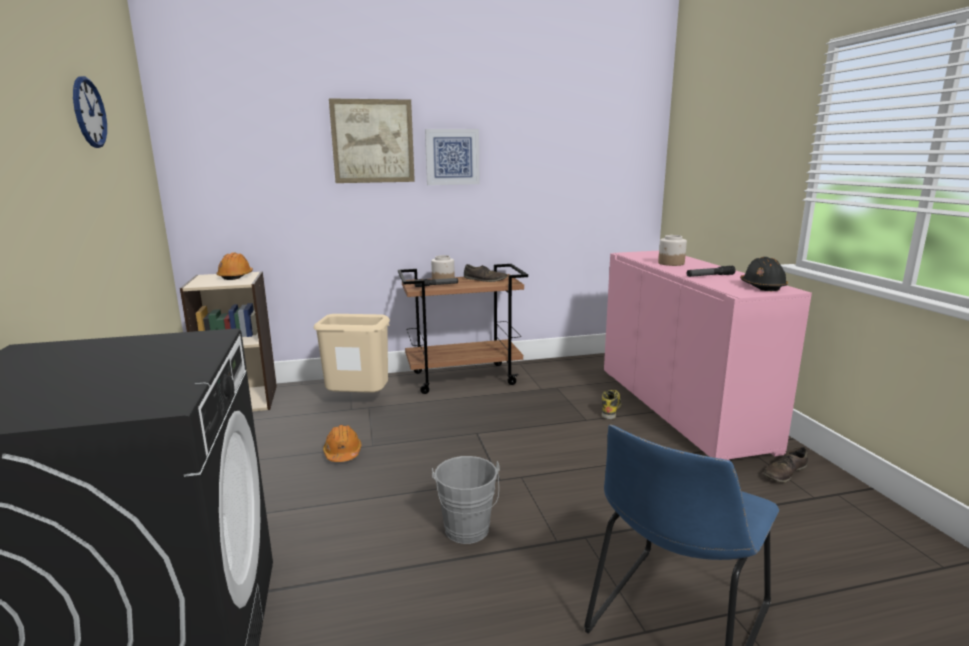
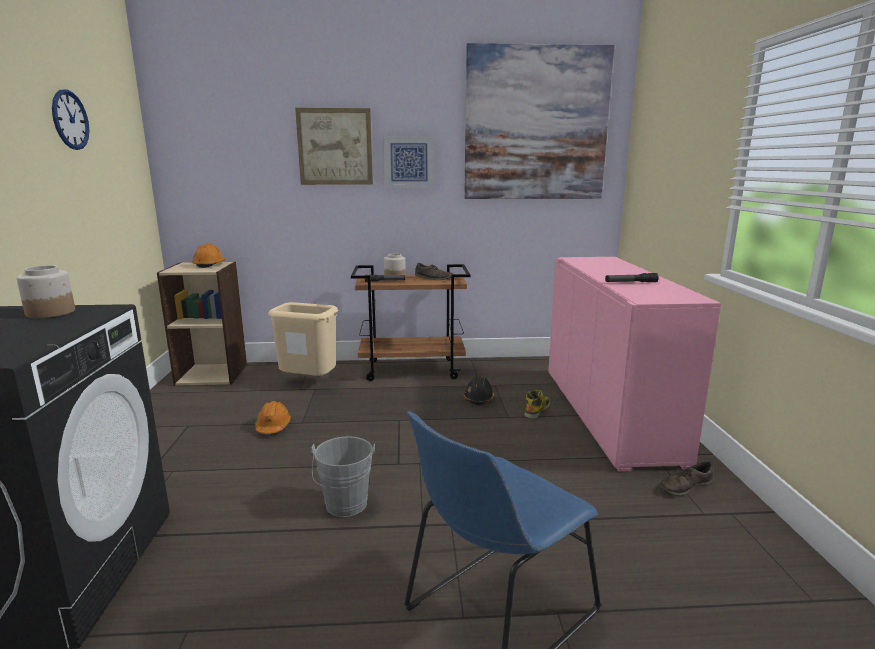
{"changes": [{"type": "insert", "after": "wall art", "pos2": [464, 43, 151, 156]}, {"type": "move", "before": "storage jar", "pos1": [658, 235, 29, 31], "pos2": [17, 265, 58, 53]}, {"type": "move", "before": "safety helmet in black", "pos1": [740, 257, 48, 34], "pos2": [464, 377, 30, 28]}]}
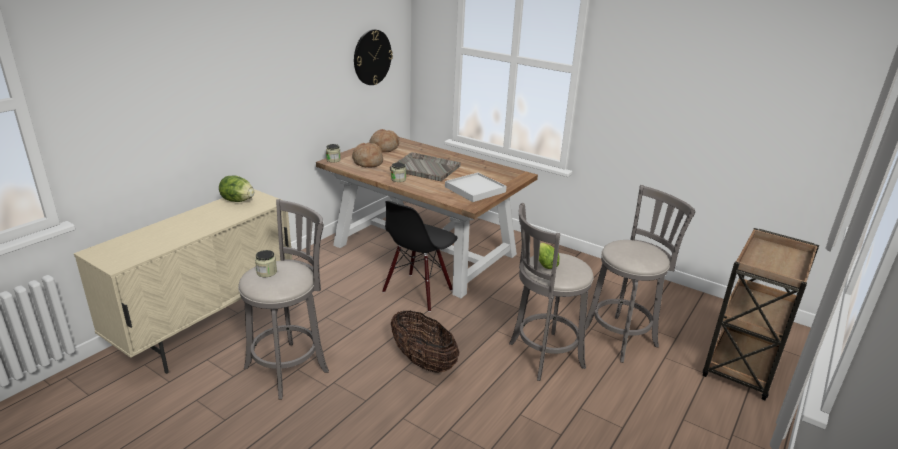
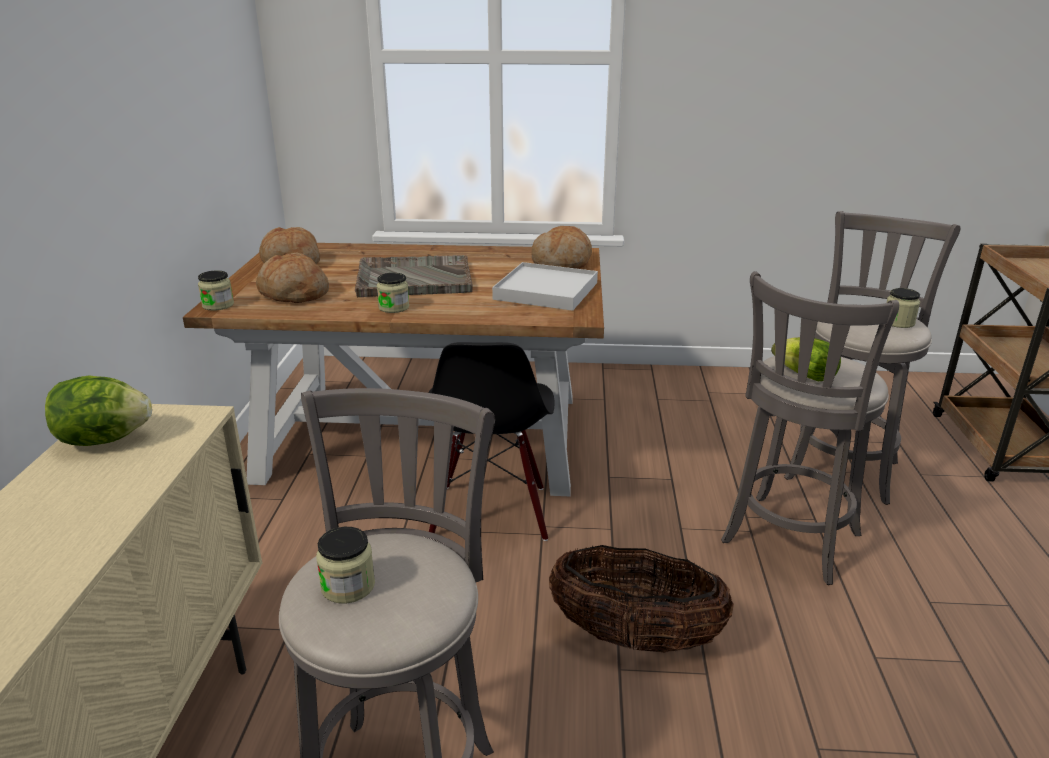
{"changes": [{"type": "delete", "before": "wall clock", "pos1": [354, 29, 39, 56]}, {"type": "insert", "after": "bakery bread", "pos2": [531, 226, 61, 43]}, {"type": "insert", "after": "storage jar", "pos2": [887, 288, 33, 40]}]}
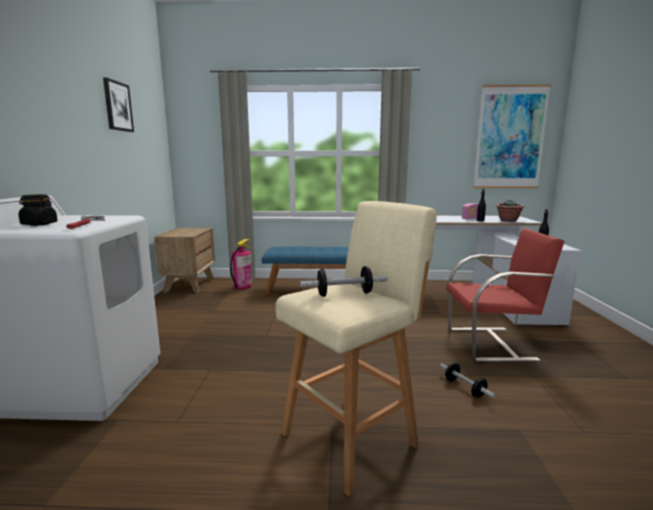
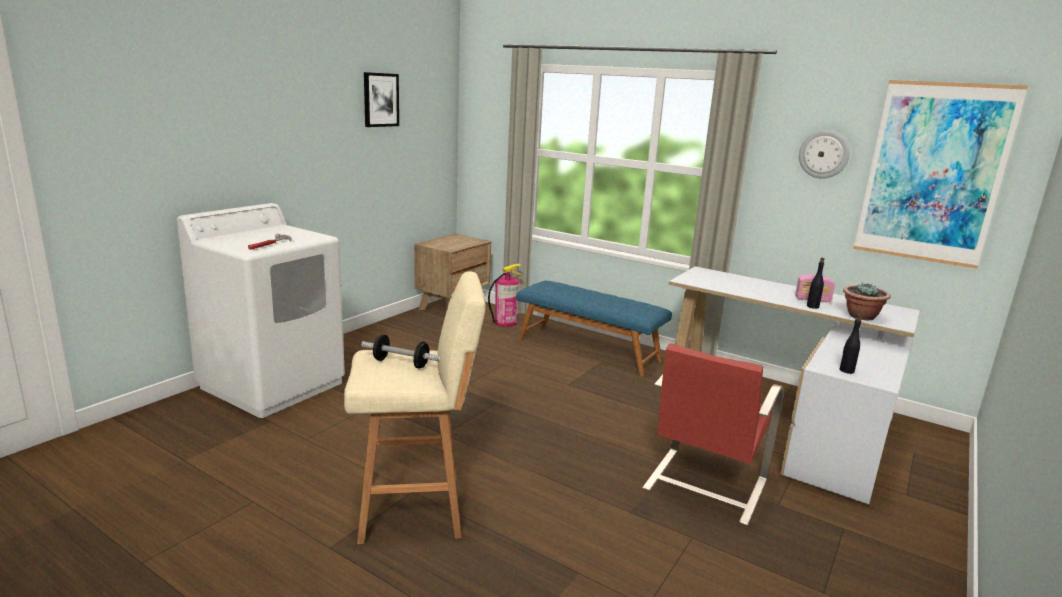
{"changes": [{"type": "delete", "before": "storage jar in black", "pos1": [18, 194, 40, 32]}, {"type": "delete", "before": "hand weight", "pos1": [440, 363, 55, 35]}, {"type": "insert", "after": "wall clock", "pos2": [799, 130, 51, 49]}, {"type": "rotate", "before": "upright chair in red", "pos1": [446, 228, 119, 134], "pos2": [642, 344, 142, 182], "turn": 90}]}
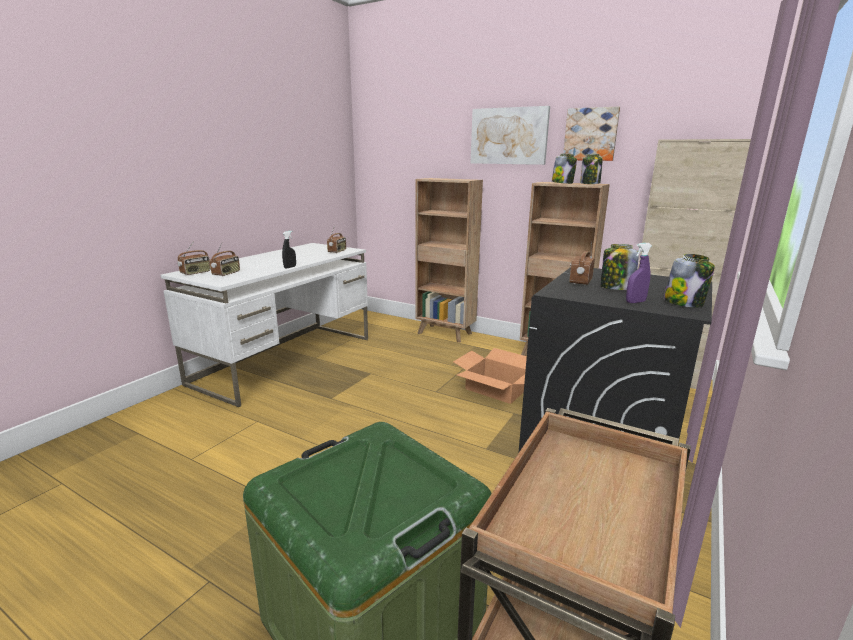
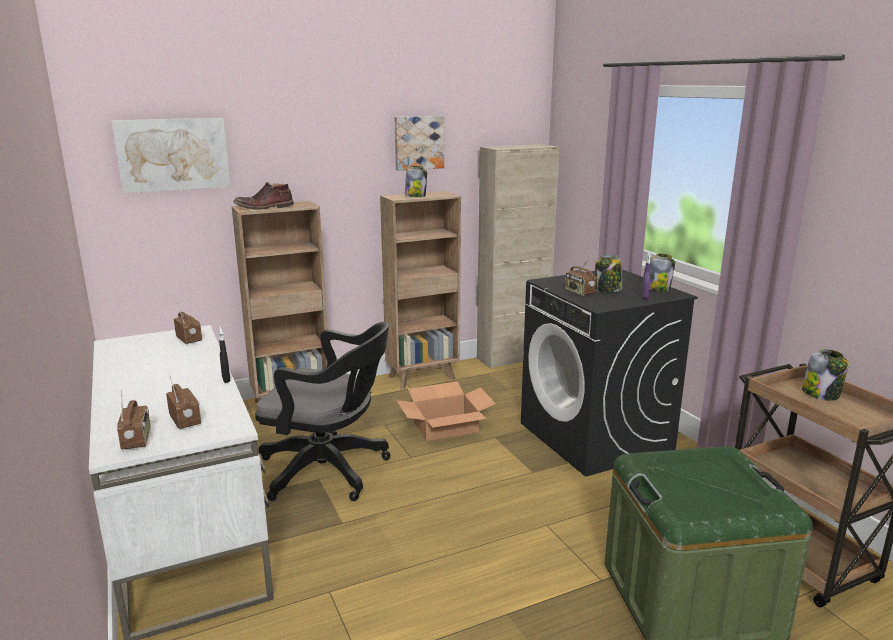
{"changes": [{"type": "insert", "after": "boot in brown", "pos2": [233, 182, 61, 28]}, {"type": "insert", "after": "computer chair in black", "pos2": [255, 322, 136, 179]}, {"type": "move", "before": "wall art", "pos1": [471, 106, 79, 59], "pos2": [112, 118, 119, 75]}, {"type": "move", "before": "storage jar", "pos1": [580, 154, 22, 30], "pos2": [802, 349, 47, 52]}]}
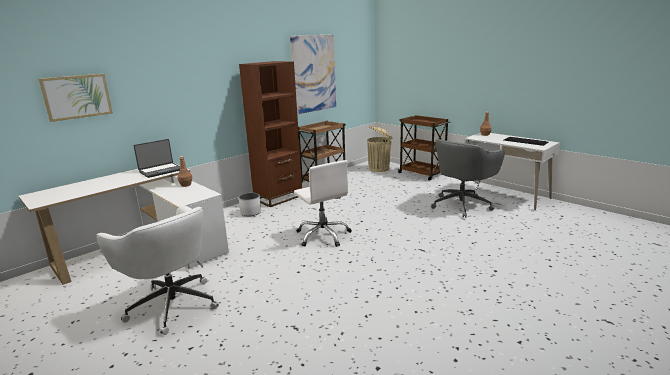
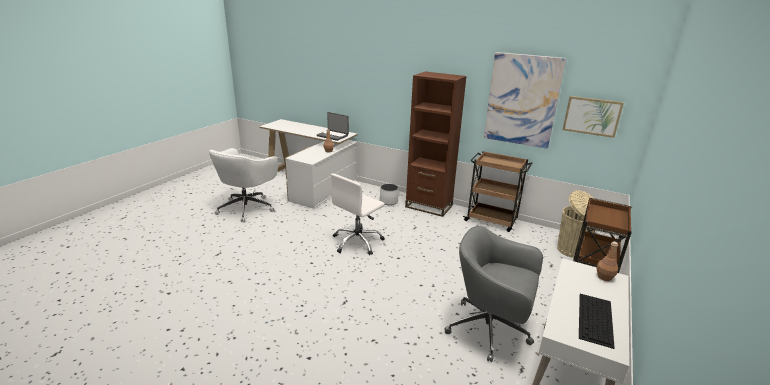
{"changes": [{"type": "move", "before": "wall art", "pos1": [39, 74, 74, 48], "pos2": [563, 96, 61, 42]}]}
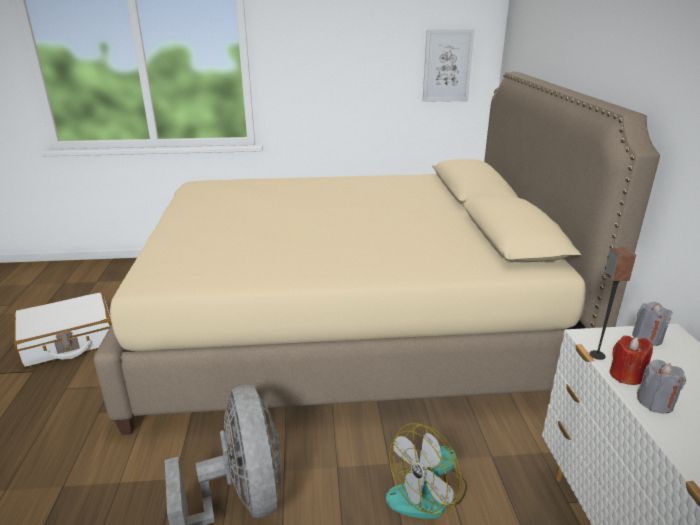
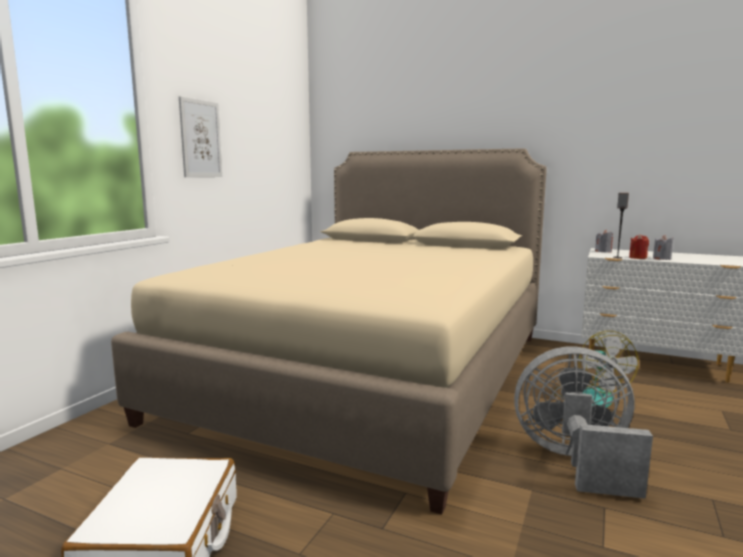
{"changes": [{"type": "move", "before": "wall art", "pos1": [423, 29, 52, 73], "pos2": [179, 96, 43, 81]}]}
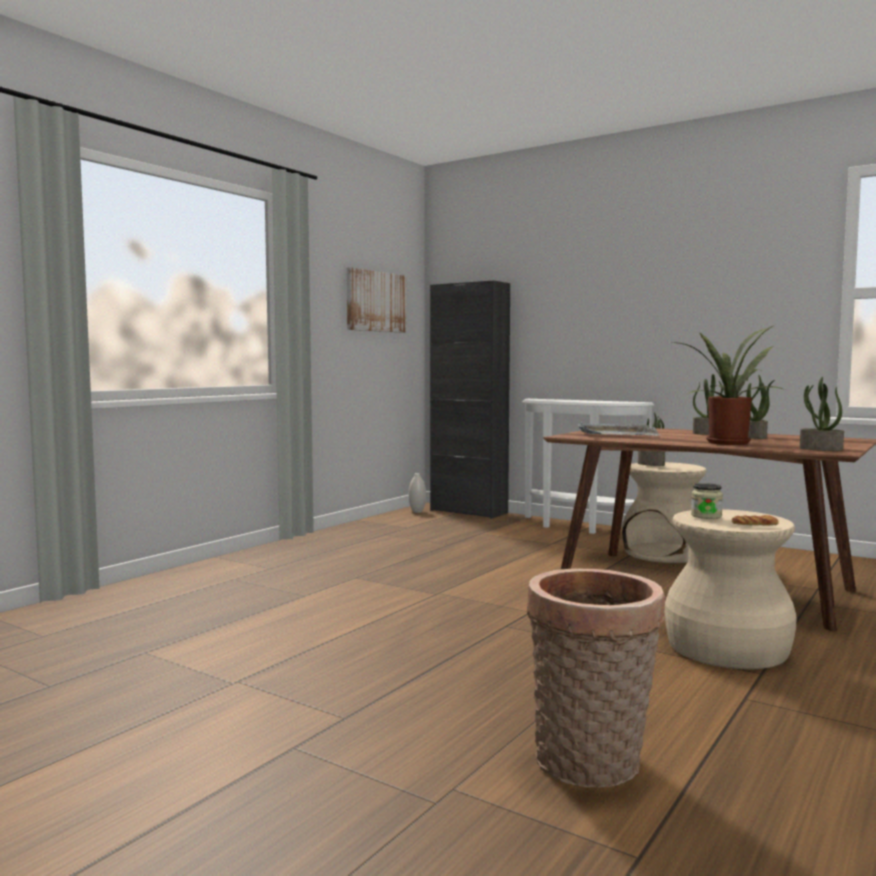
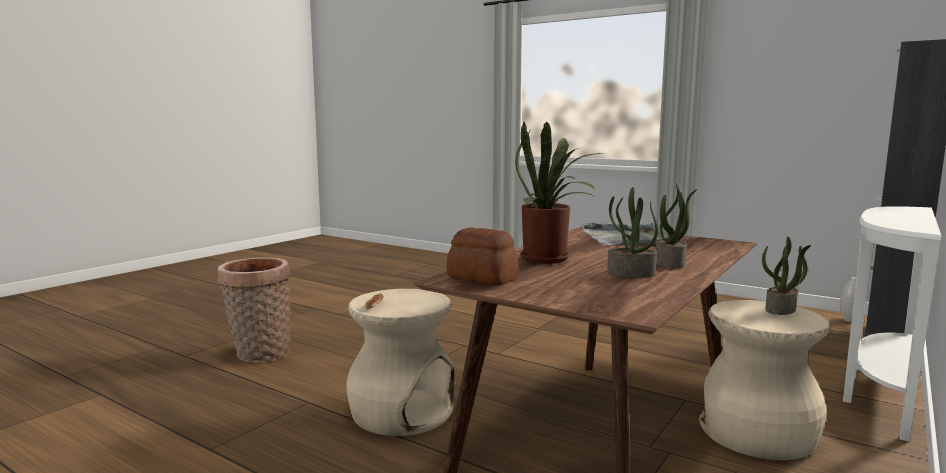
{"changes": [{"type": "delete", "before": "wall art", "pos1": [347, 267, 59, 66]}, {"type": "delete", "before": "storage jar", "pos1": [691, 483, 32, 36]}, {"type": "replace", "before": "potted plant", "after": "bakery bread", "pos1": [800, 377, 44, 74], "pos2": [446, 227, 73, 58]}]}
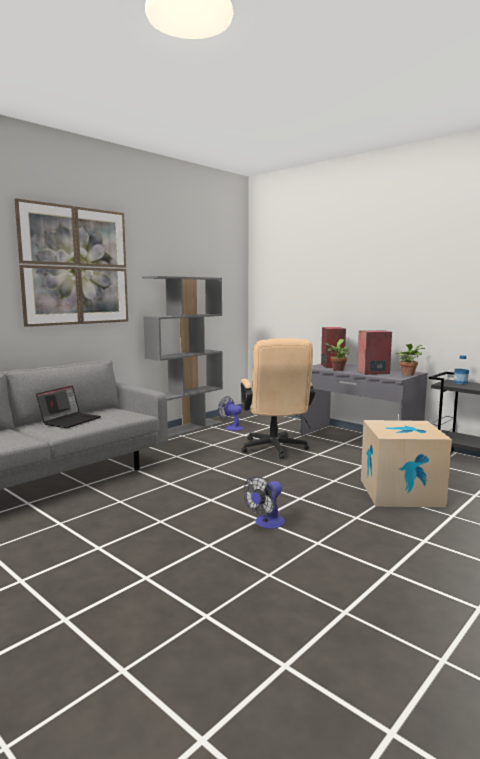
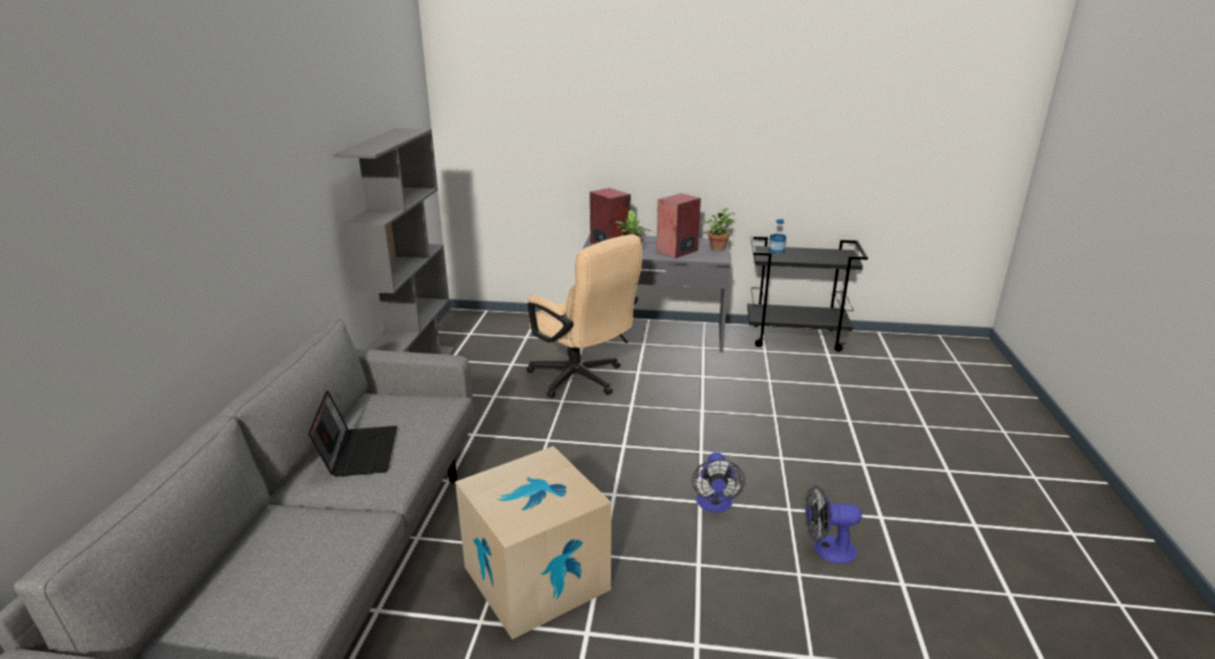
{"changes": [{"type": "delete", "before": "wall art", "pos1": [14, 198, 114, 129]}, {"type": "move", "before": "electric fan", "pos1": [218, 396, 25, 35], "pos2": [806, 485, 56, 79]}, {"type": "move", "before": "carton", "pos1": [361, 420, 91, 87], "pos2": [455, 446, 156, 194]}]}
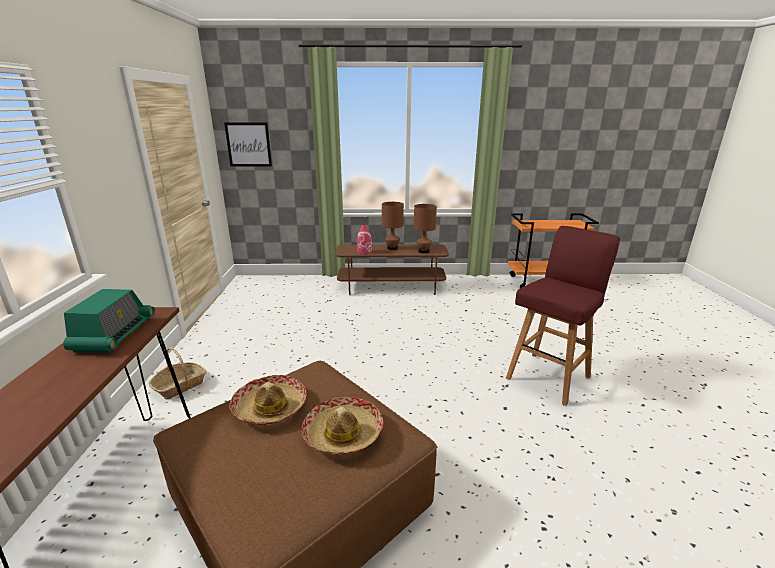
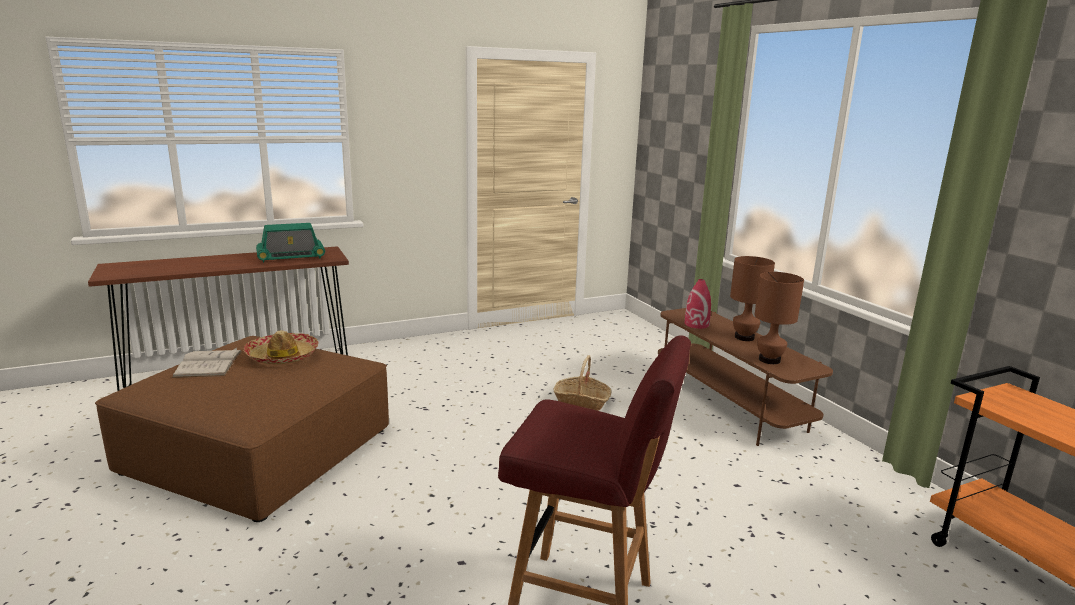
{"changes": [{"type": "delete", "before": "wall art", "pos1": [224, 122, 48, 45]}, {"type": "delete", "before": "hat", "pos1": [302, 397, 81, 58]}, {"type": "insert", "after": "volume in white-coloured", "pos2": [172, 348, 70, 30]}, {"type": "move", "before": "basket", "pos1": [149, 347, 57, 53], "pos2": [553, 355, 58, 56]}]}
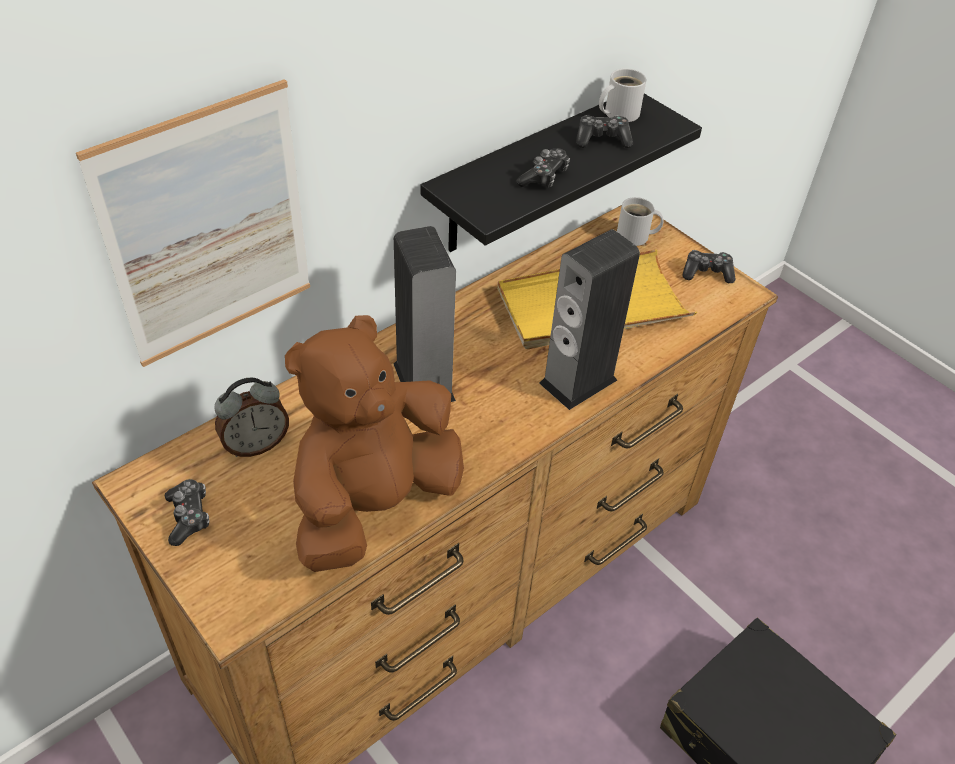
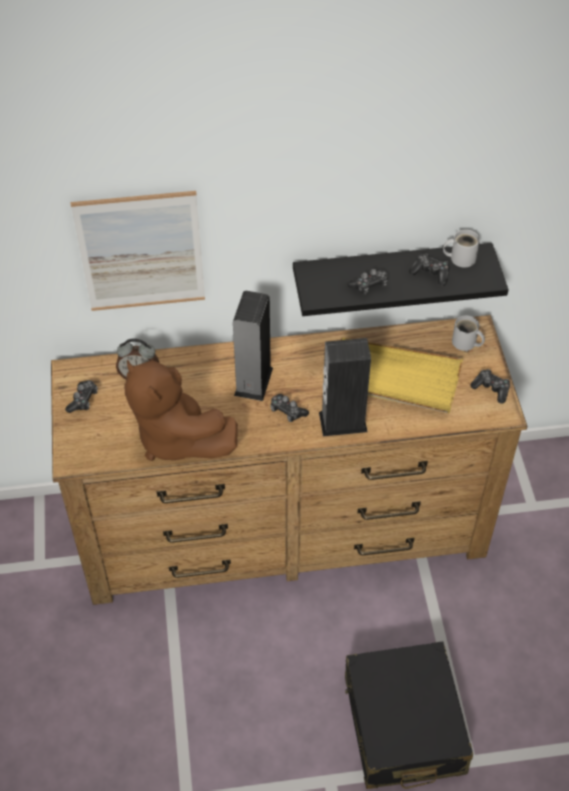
{"changes": [{"type": "insert", "after": "joypad", "pos2": [270, 394, 39, 28]}, {"type": "rotate", "before": "plush toy in brown", "pos1": [285, 315, 179, 257], "pos2": [125, 360, 113, 101], "turn": -120}]}
